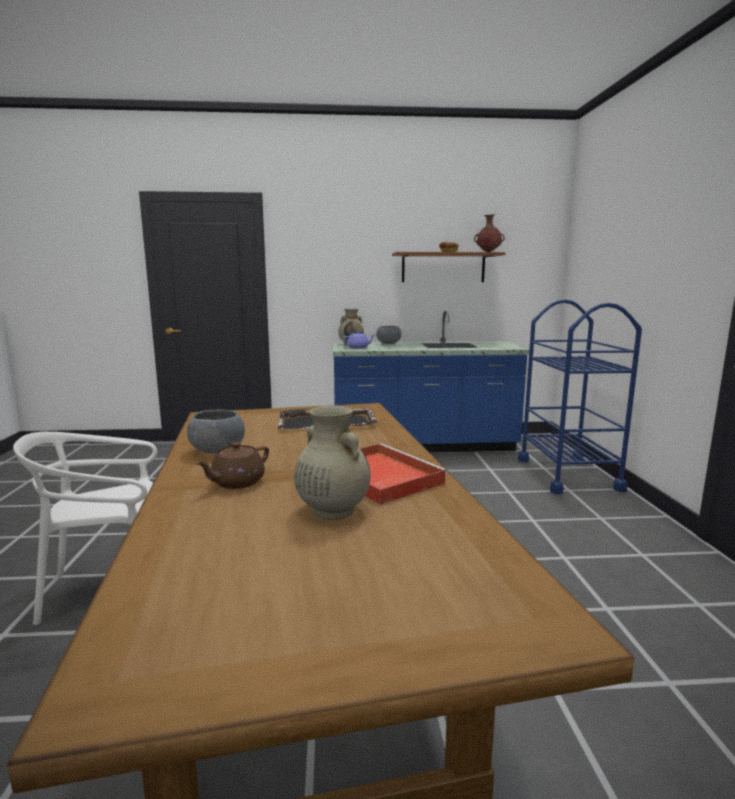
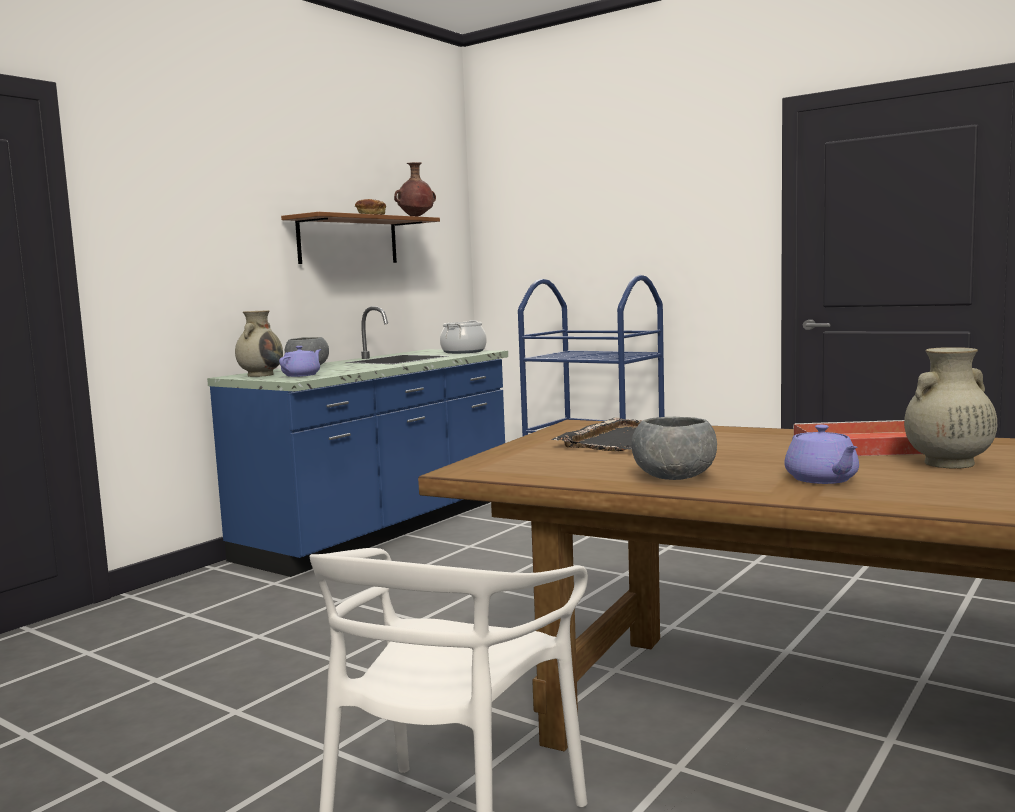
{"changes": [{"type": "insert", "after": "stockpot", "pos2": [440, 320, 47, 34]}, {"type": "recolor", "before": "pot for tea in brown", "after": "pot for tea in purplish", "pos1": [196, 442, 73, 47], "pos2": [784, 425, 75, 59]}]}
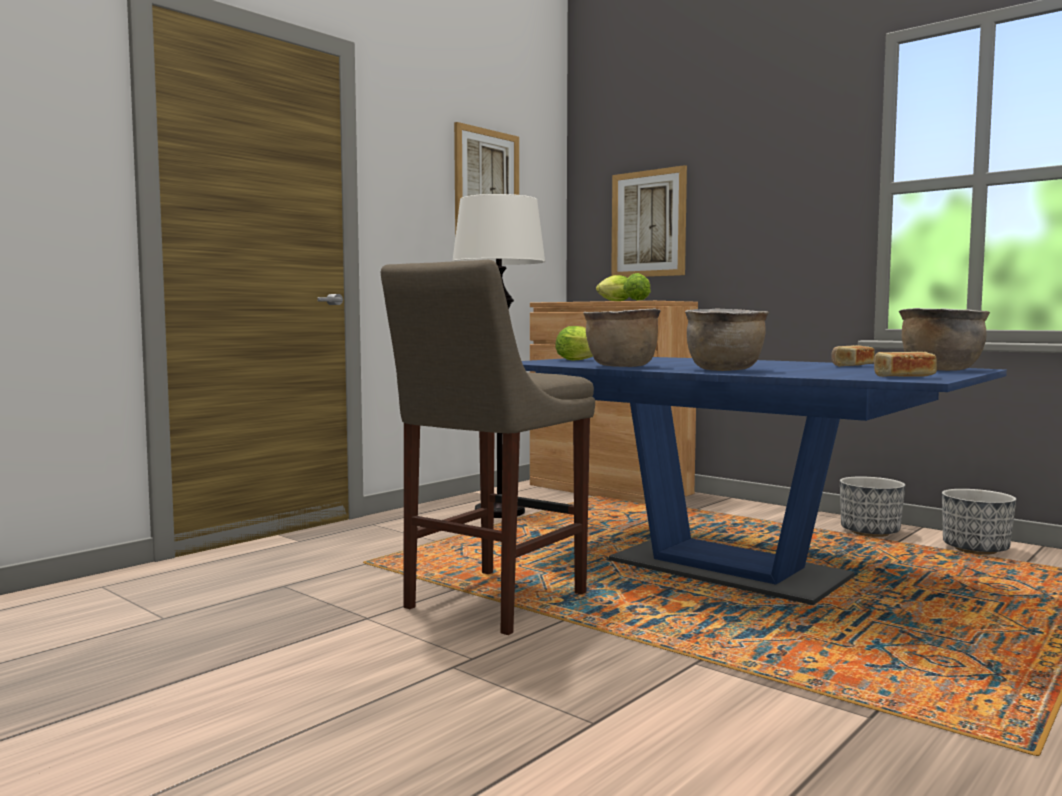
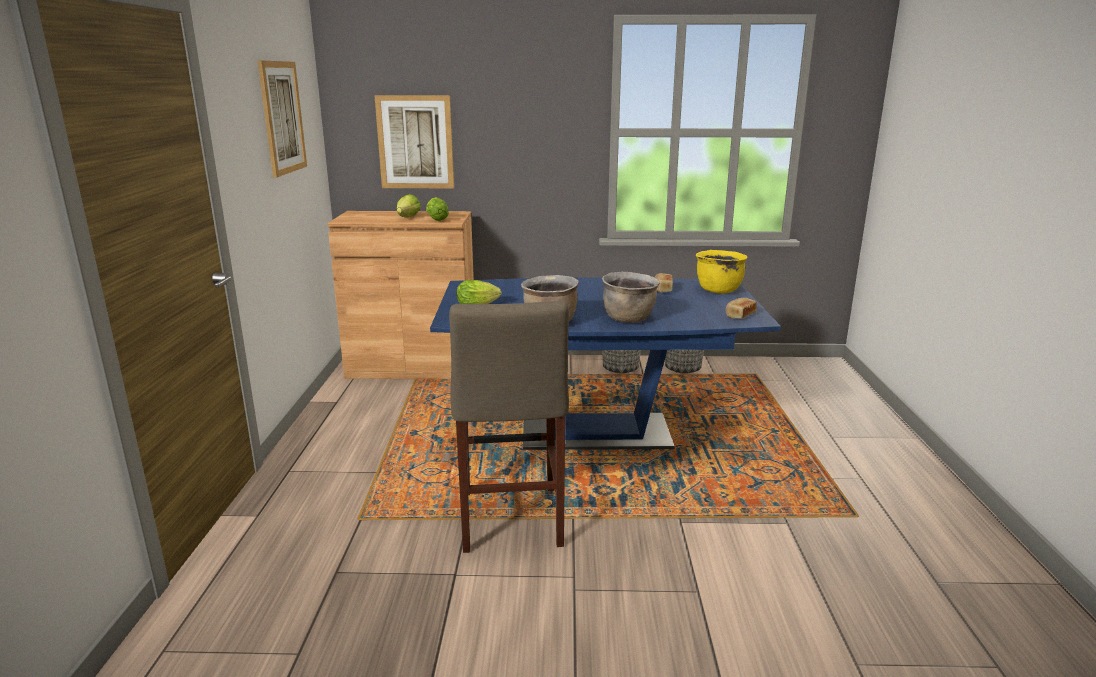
{"changes": [{"type": "delete", "before": "standing lamp in white-coloured", "pos1": [452, 194, 94, 324]}, {"type": "recolor", "before": "stockpot in brown", "after": "stockpot in yellowish", "pos1": [899, 308, 91, 63], "pos2": [696, 250, 51, 43]}]}
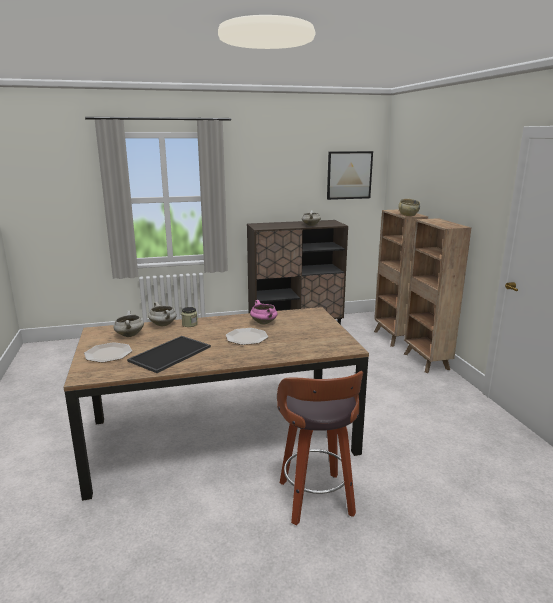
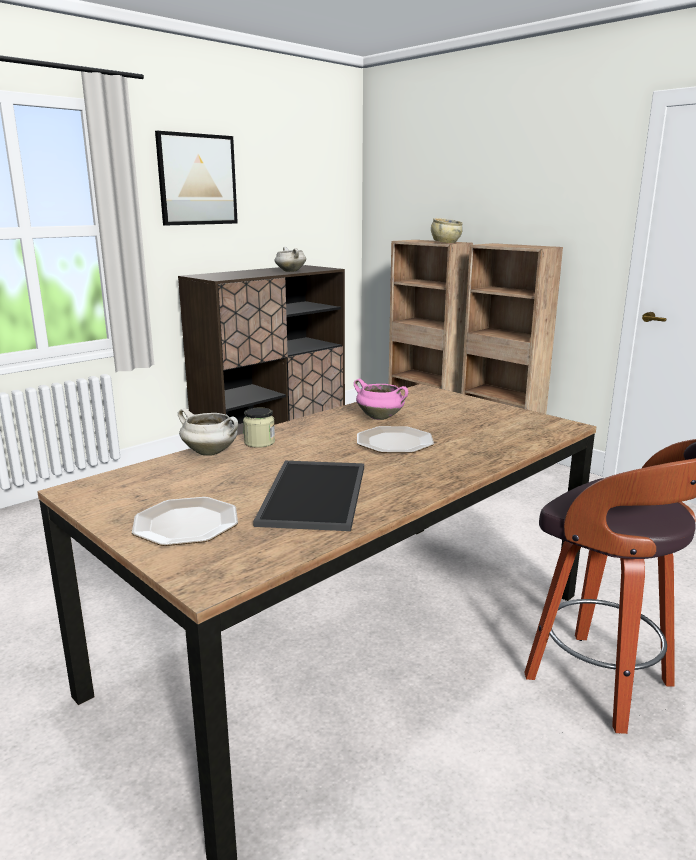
{"changes": [{"type": "delete", "before": "stockpot in white-coloured", "pos1": [113, 310, 31, 27]}, {"type": "move", "before": "wall art", "pos1": [327, 151, 46, 49], "pos2": [155, 131, 83, 95]}]}
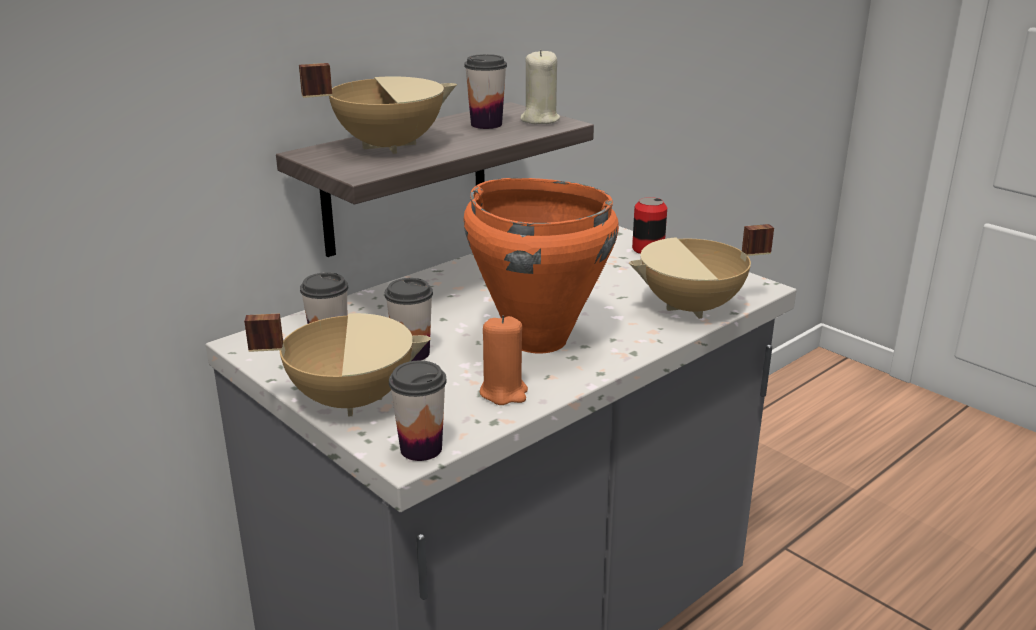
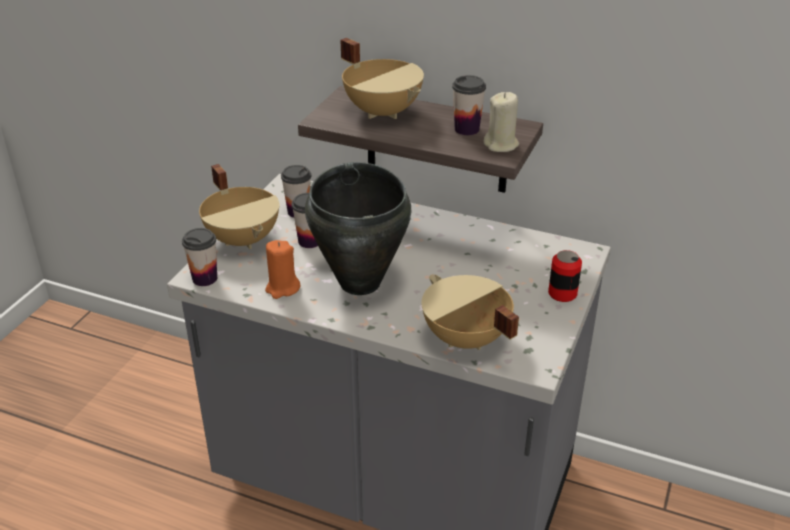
{"changes": [{"type": "recolor", "before": "stockpot in orange", "after": "stockpot in black", "pos1": [463, 178, 156, 176], "pos2": [305, 162, 106, 133]}]}
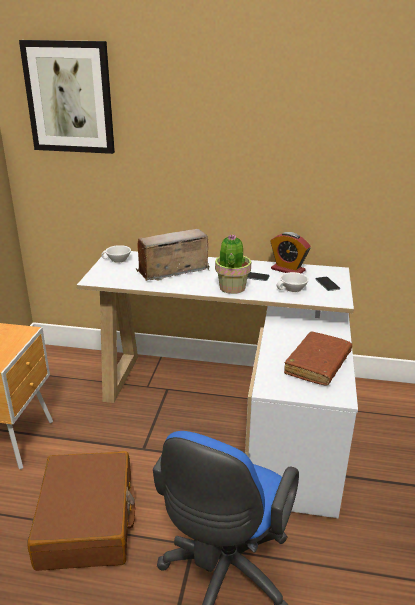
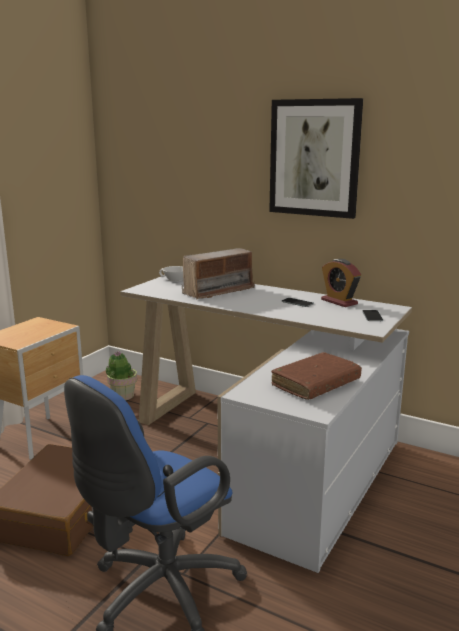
{"changes": [{"type": "delete", "before": "drinking cup in white-coloured", "pos1": [277, 272, 32, 21]}, {"type": "move", "before": "wall art", "pos1": [19, 40, 96, 114], "pos2": [269, 98, 94, 121]}, {"type": "move", "before": "potted plant", "pos1": [215, 233, 36, 61], "pos2": [106, 351, 31, 49]}, {"type": "rotate", "before": "radio", "pos1": [136, 229, 74, 52], "pos2": [182, 248, 73, 52], "turn": 150}]}
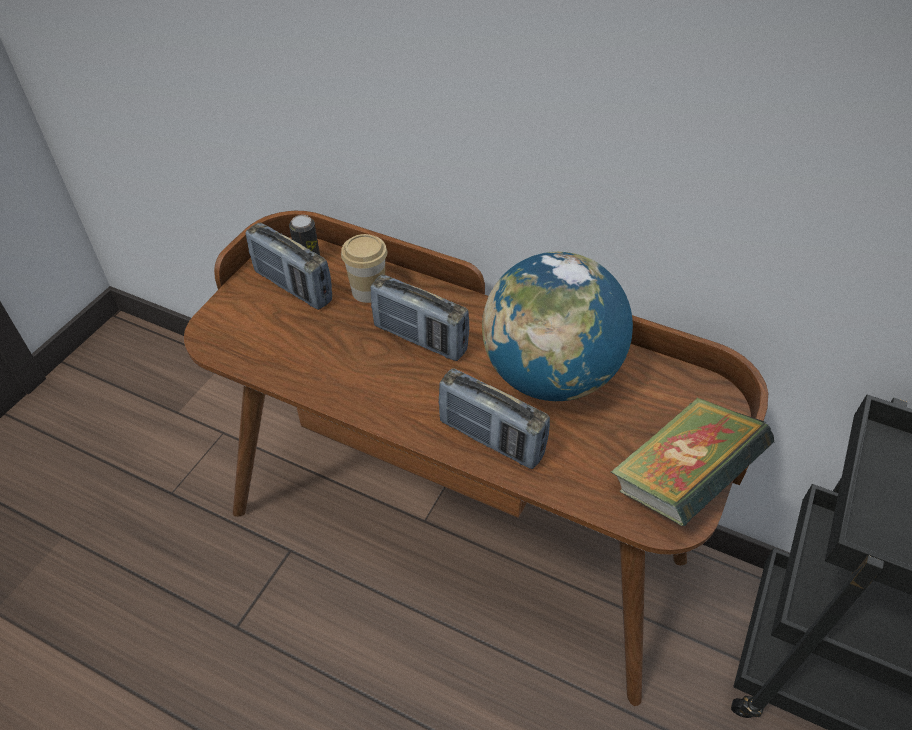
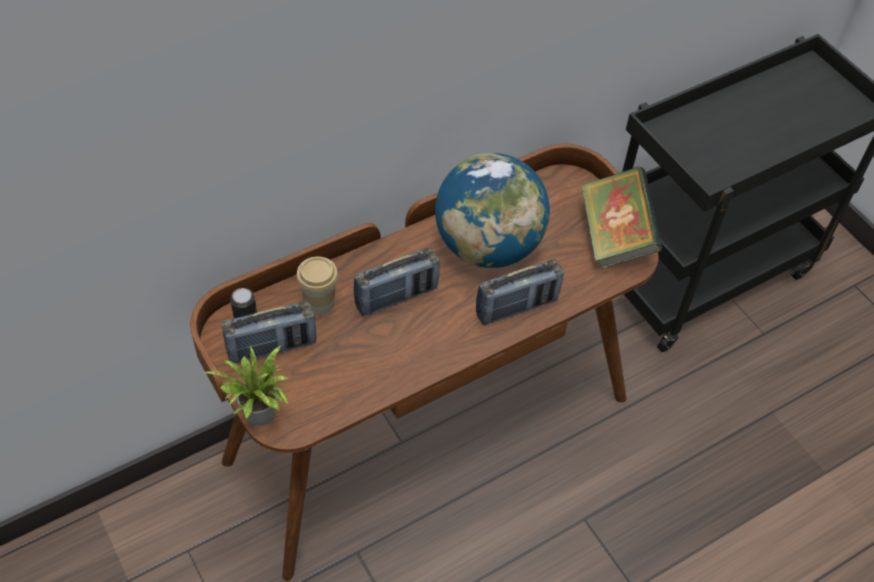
{"changes": [{"type": "insert", "after": "potted plant", "pos2": [204, 345, 85, 81]}]}
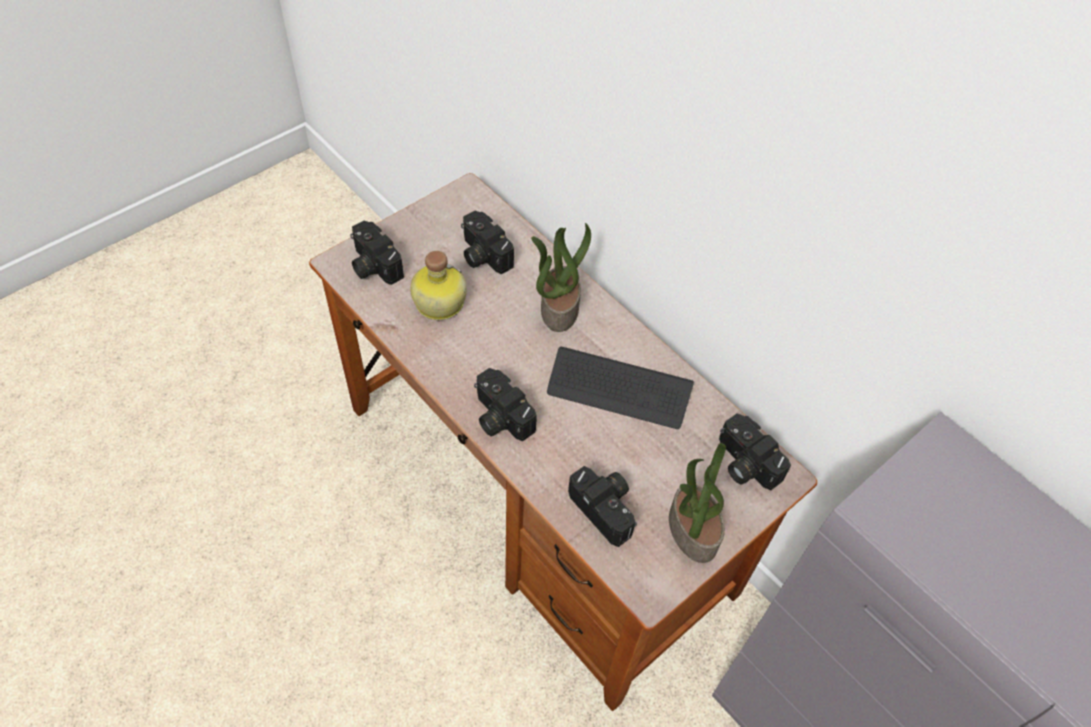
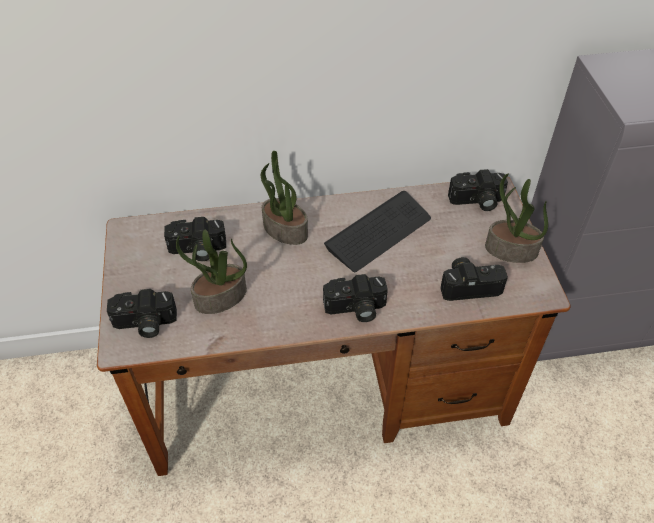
{"changes": [{"type": "replace", "before": "drink bottle", "after": "potted plant", "pos1": [410, 251, 57, 69], "pos2": [176, 229, 71, 85]}]}
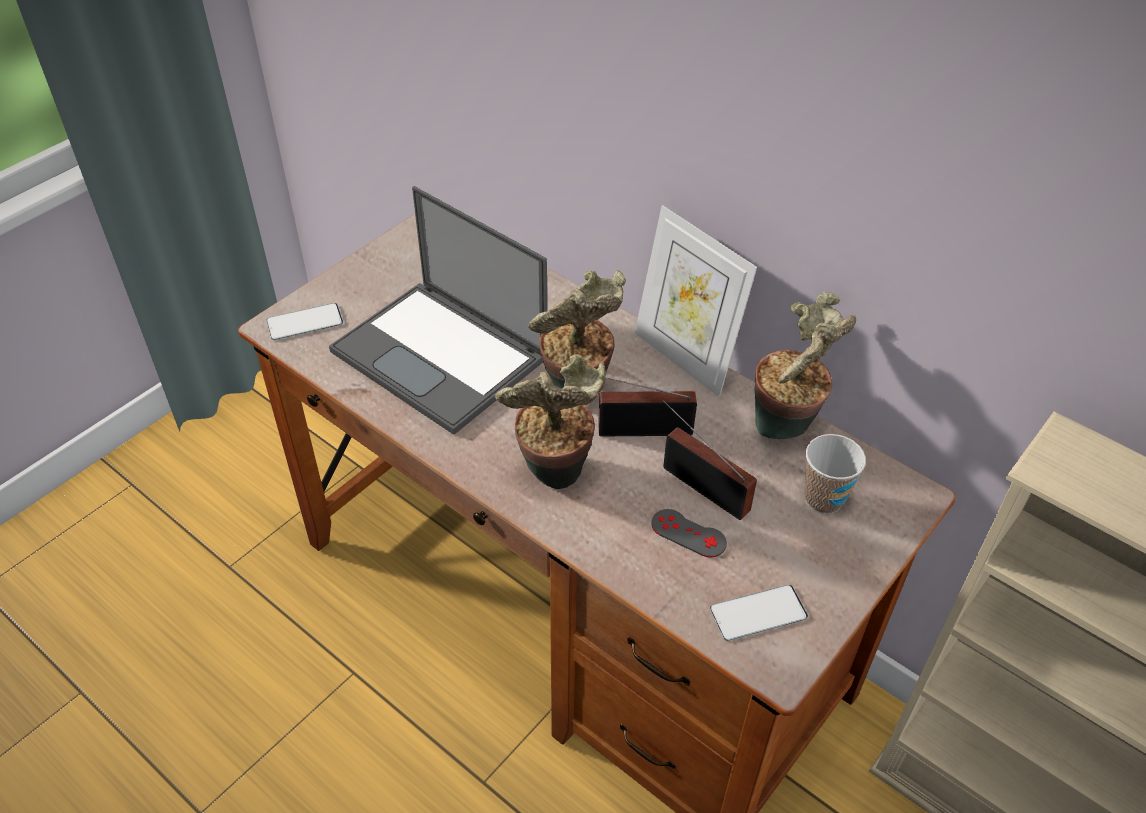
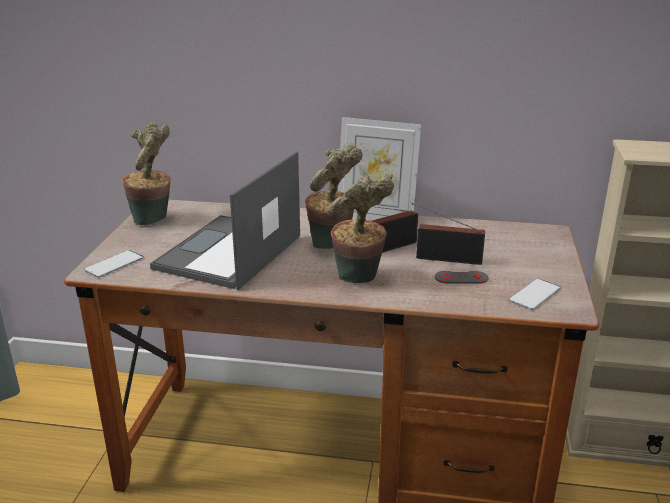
{"changes": [{"type": "delete", "before": "drinking cup", "pos1": [804, 434, 62, 80]}, {"type": "move", "before": "potted plant", "pos1": [754, 292, 102, 147], "pos2": [122, 122, 49, 104]}, {"type": "rotate", "before": "portable computer", "pos1": [329, 186, 218, 249], "pos2": [150, 151, 150, 139], "turn": 105}]}
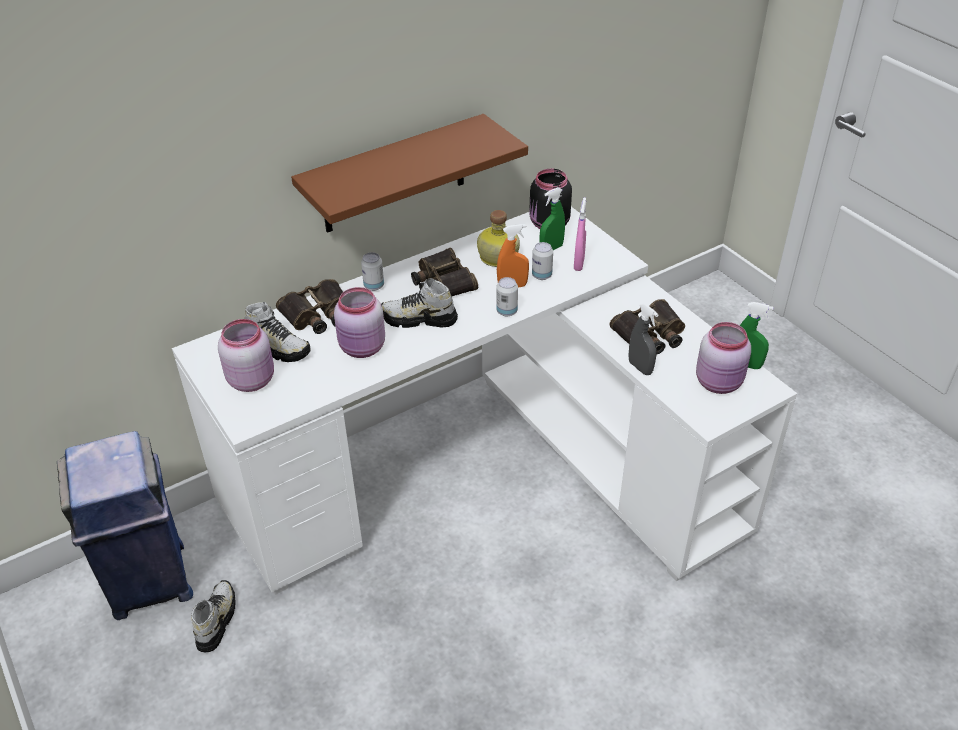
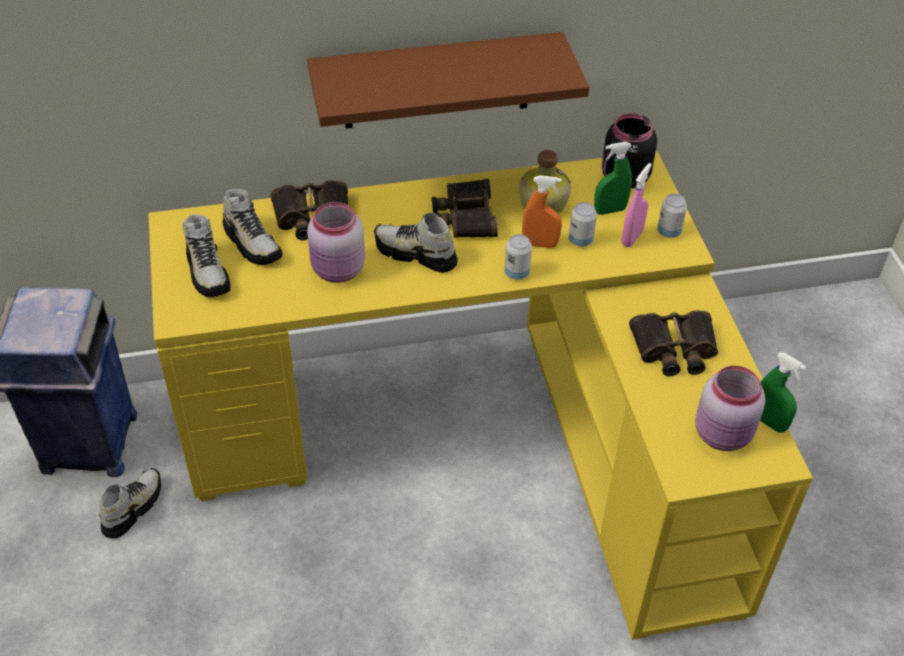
{"changes": [{"type": "delete", "before": "spray bottle in grey", "pos1": [628, 303, 31, 72]}, {"type": "move", "before": "metal can", "pos1": [361, 252, 23, 39], "pos2": [657, 194, 30, 44]}, {"type": "replace", "before": "storage jar in pinkish", "after": "item of footwear", "pos1": [218, 319, 56, 73], "pos2": [182, 214, 49, 83]}, {"type": "recolor", "before": "desk unit in white-coloured", "after": "desk unit in yellowish", "pos1": [172, 207, 625, 388], "pos2": [148, 151, 665, 489]}]}
